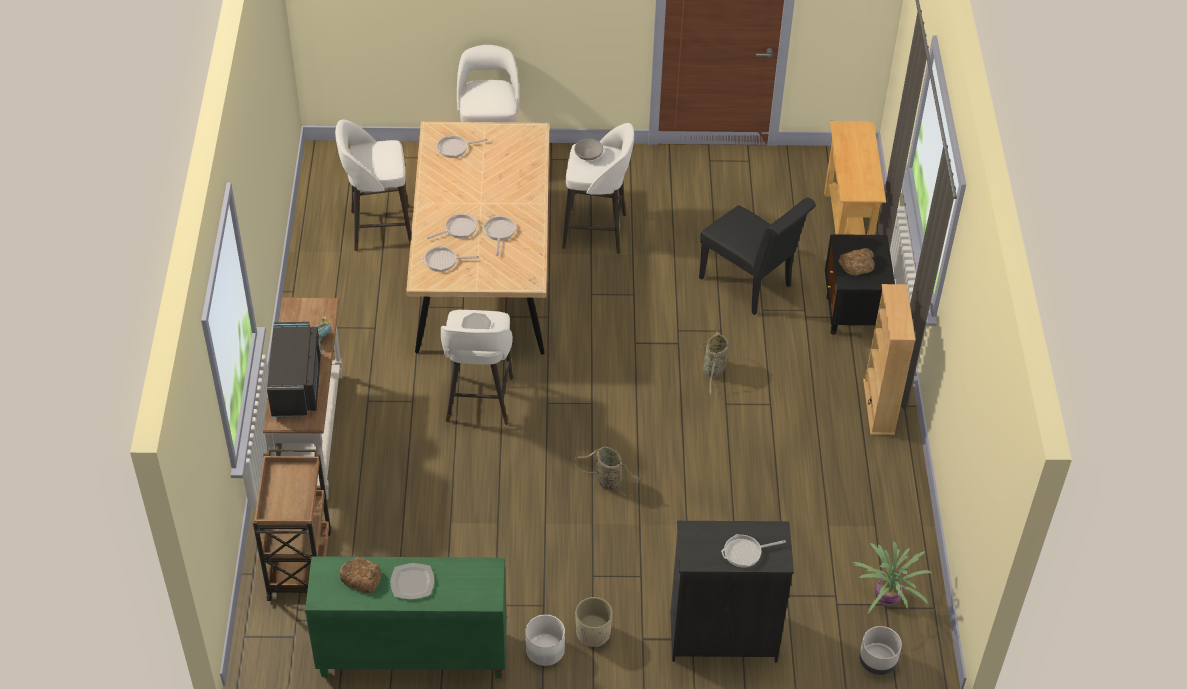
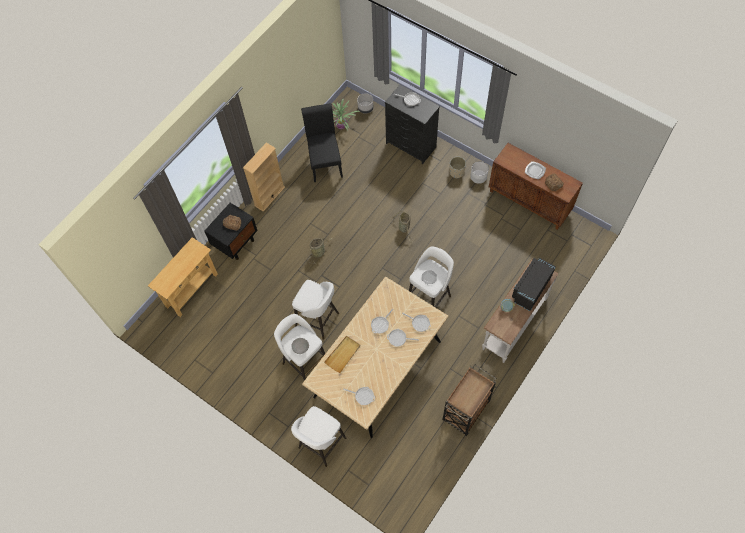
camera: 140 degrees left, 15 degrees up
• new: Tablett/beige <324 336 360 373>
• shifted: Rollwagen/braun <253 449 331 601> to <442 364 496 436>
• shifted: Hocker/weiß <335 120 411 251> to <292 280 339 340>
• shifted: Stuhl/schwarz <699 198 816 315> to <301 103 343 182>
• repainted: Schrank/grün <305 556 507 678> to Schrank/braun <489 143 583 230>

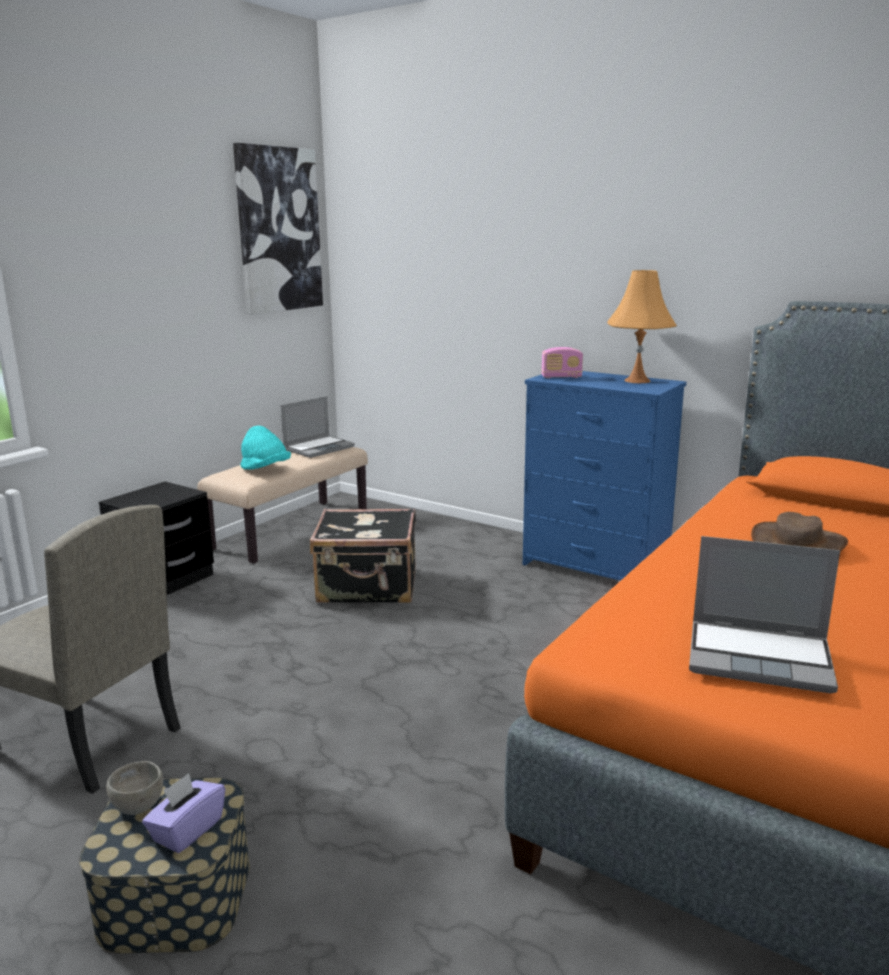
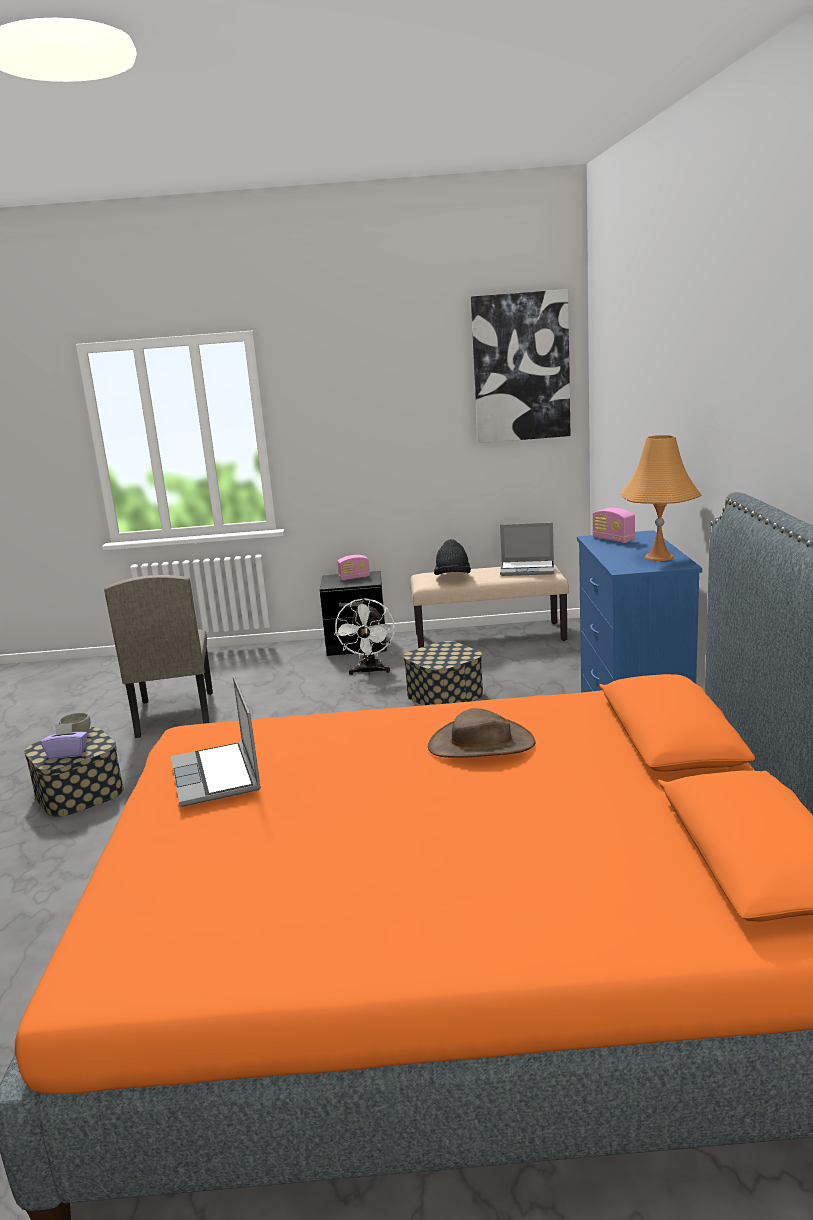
camera: 55 degrees right, 0 degrees up
• new: Ventilator/weiß <335 598 395 675>
• new: Radio <337 555 370 580>
• swapped: Koffer/schwarz <310 508 416 603> to Aufbewahrungsbox <403 641 483 705>
• repainted: Hut/türkis <240 426 291 470> to Hut/schwarz <434 539 471 575>

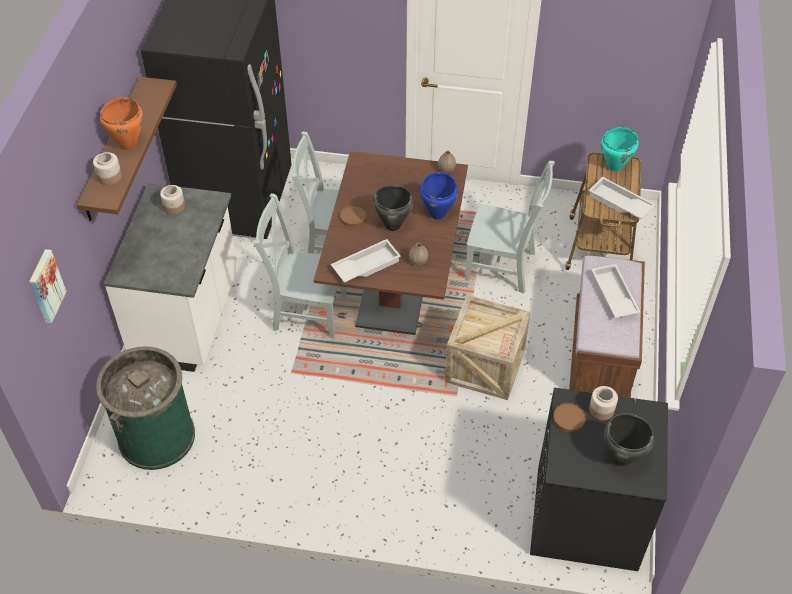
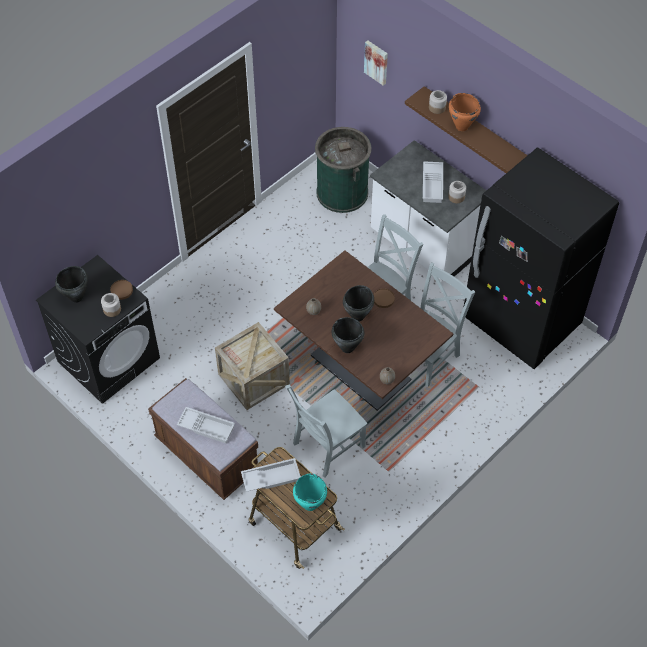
camera: 125 degrees right, 5 degrees up
• shifted: Tablett/weiß <331 239 401 282> to <423 161 443 203>
• repainted: Kochtopf/blau <420 172 458 220> to Kochtopf/schwarz <332 317 365 353>

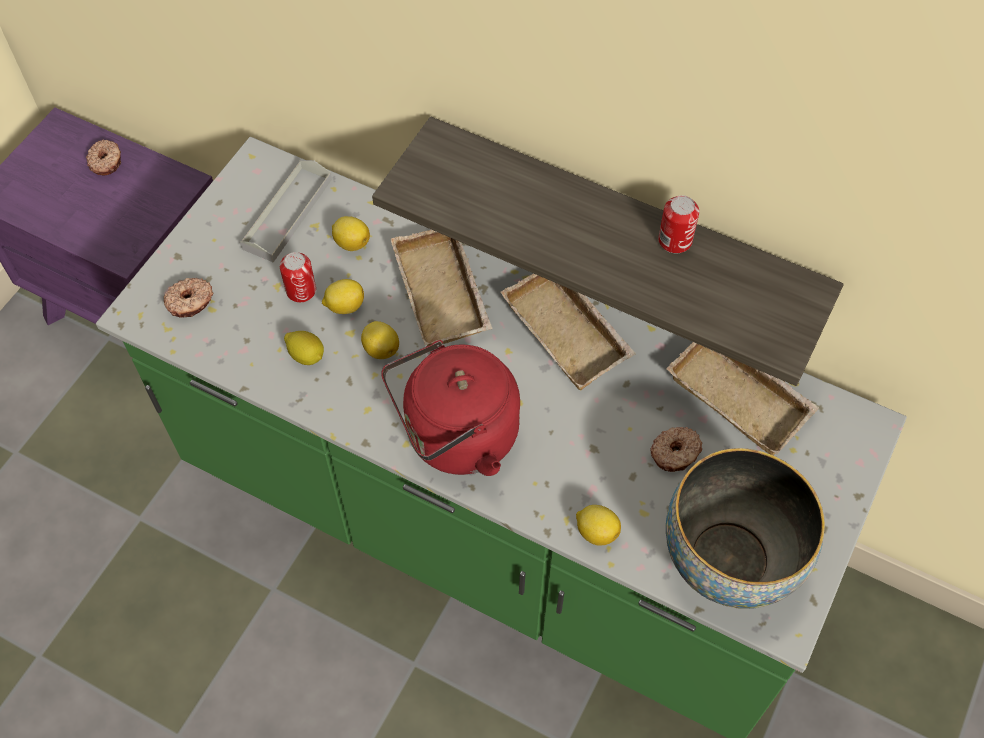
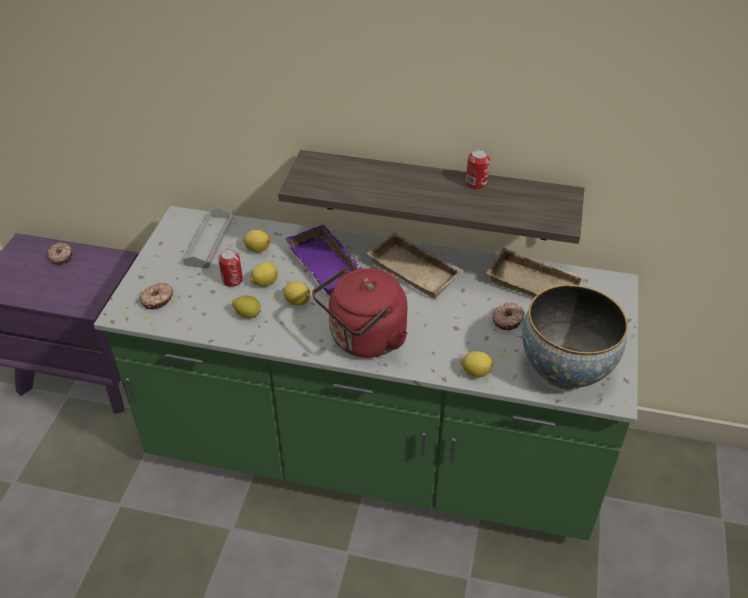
camera: 15 degrees left, 15 degrees down
• repainted: Tablett/beige <391 230 492 346> to Tablett/lila <285 224 363 295>

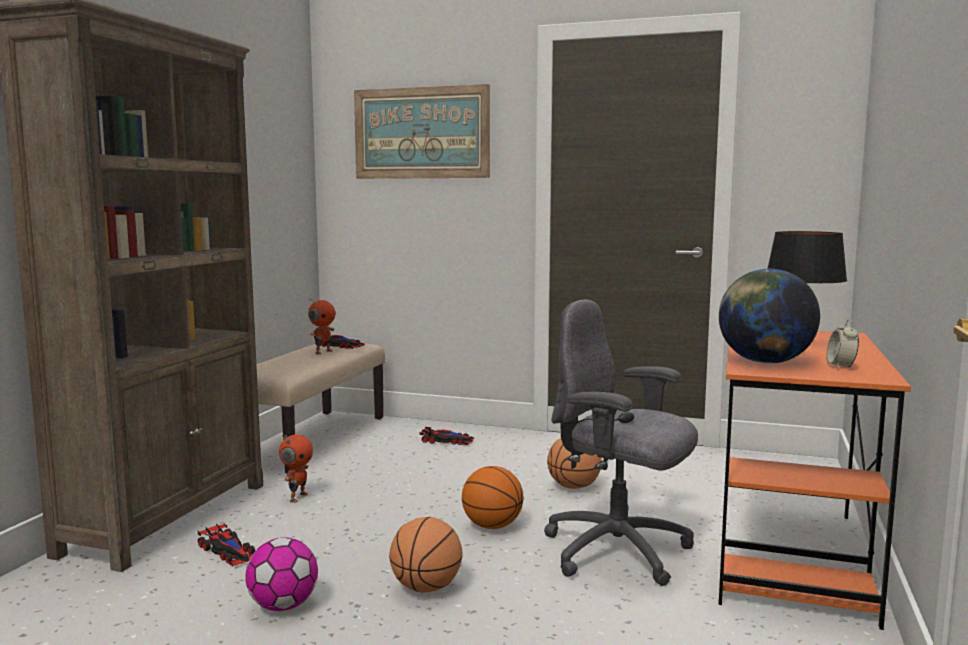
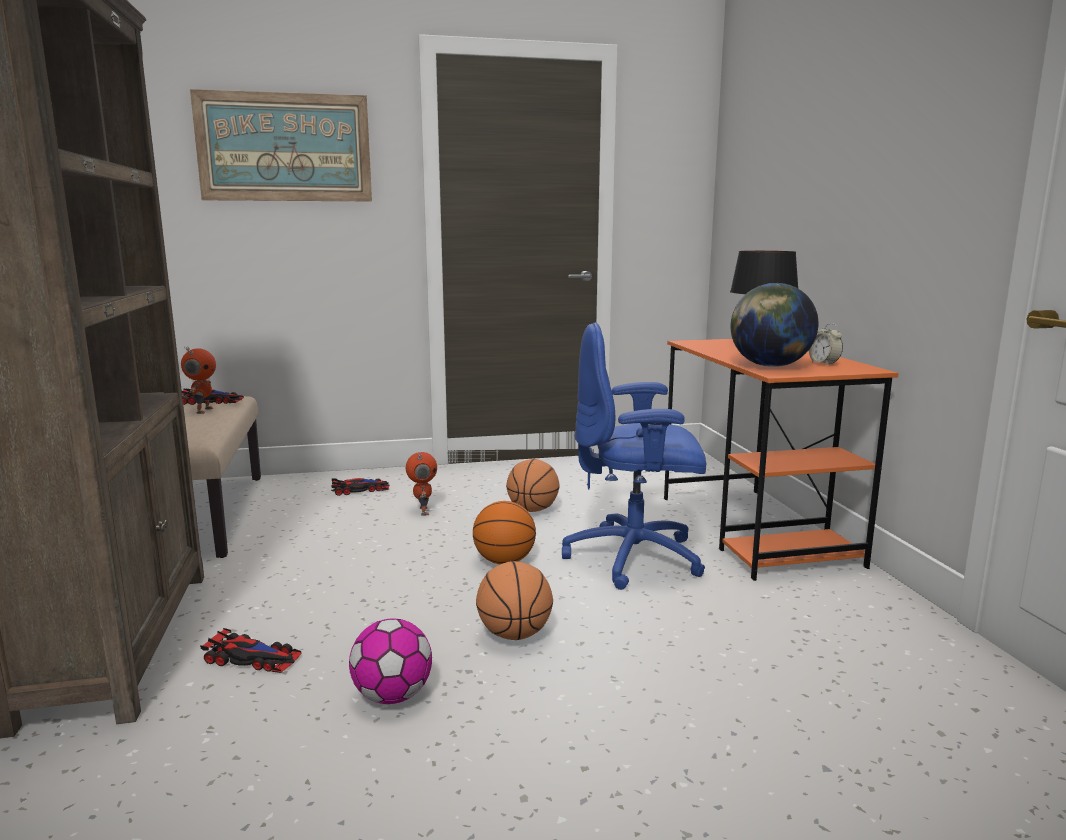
camera: 30 degrees left, 5 degrees up
• shifted: Spielzeugroboter <279 435 313 503> to <406 452 437 516>
• repainted: Bürostuhl/grau <544 300 698 586> to Bürostuhl/blau <562 322 706 590>

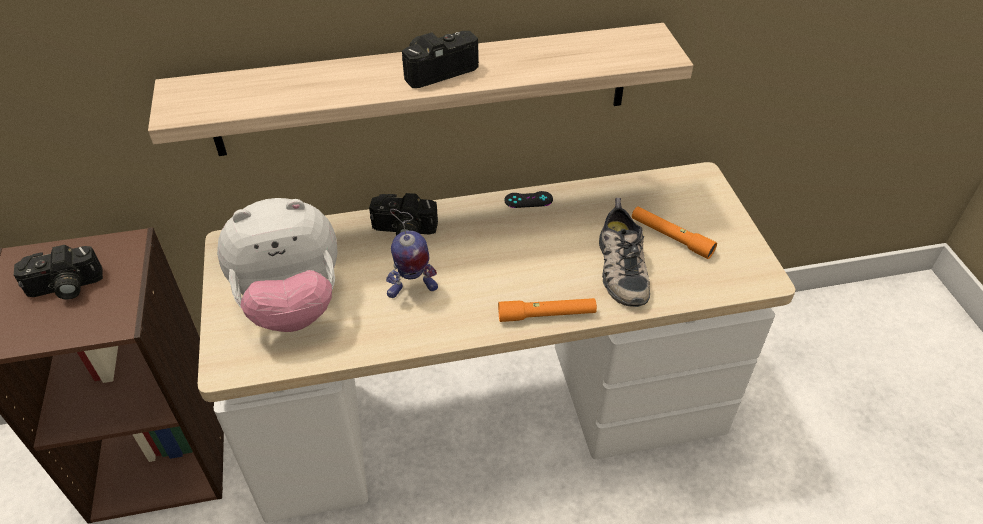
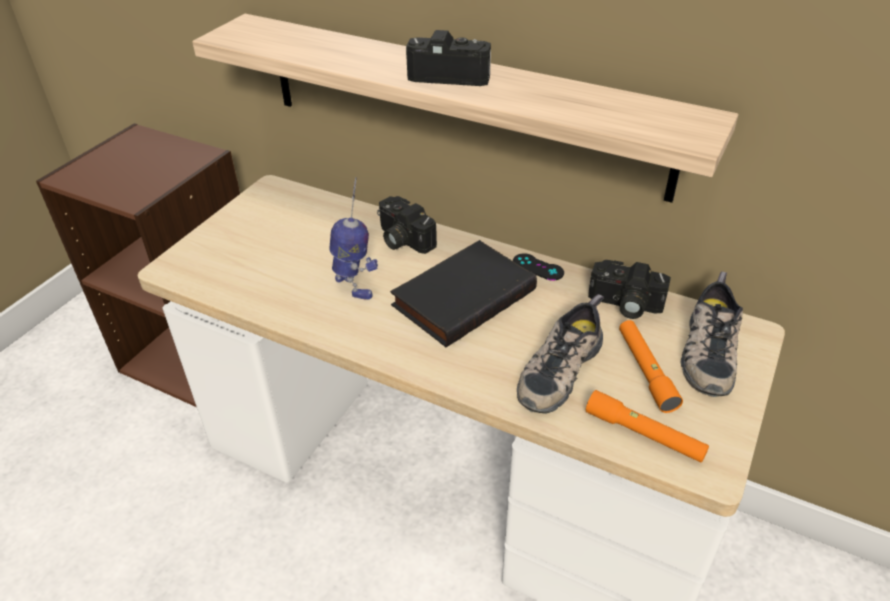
camera: 40 degrees right, 5 degrees down
• gone: Plüschtier <217 198 338 332>
• new: Buch/schwarz <390 240 537 347>
• new: Schuh <681 271 743 397>
• shifted: Kamera <14 245 103 300> to <588 260 671 319>
• shifted: Taschenlampe/orange <498 298 597 322> to <586 390 709 463>
• rotated: Spielzeugroboter <386 209 438 298> = <329 177 378 300> 150 degrees counterclockwise

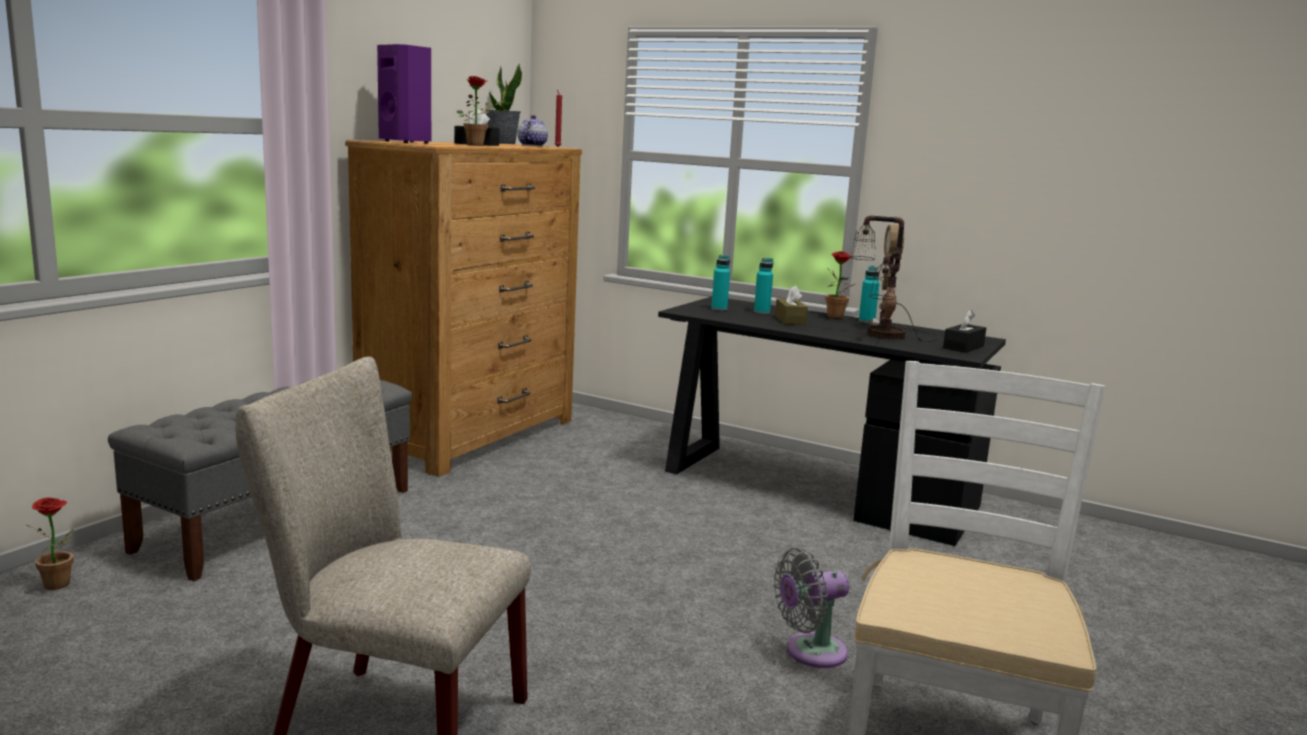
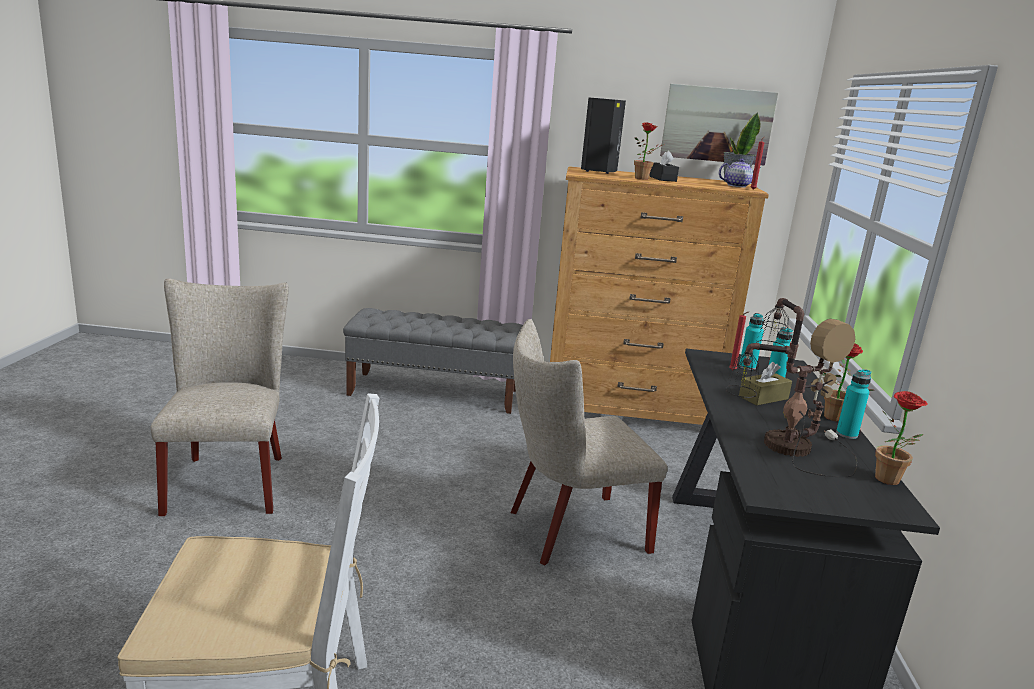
camera: 65 degrees right, 5 degrees up
• gone: Ventilator/grau <774 548 849 668>
• gone: Taschentuchbox/schwarz <943 310 986 353>
• new: Stuhl/beige <511 319 668 566>
• new: Bild <660 84 778 166>
• new: Kerze/rot <729 311 749 371>
• shifted: Topfpflanze <27 498 74 590> to <875 391 928 485>
• repainted: Lautsprecher/lila <377 44 431 144> to Lautsprecher/schwarz <581 98 626 174>

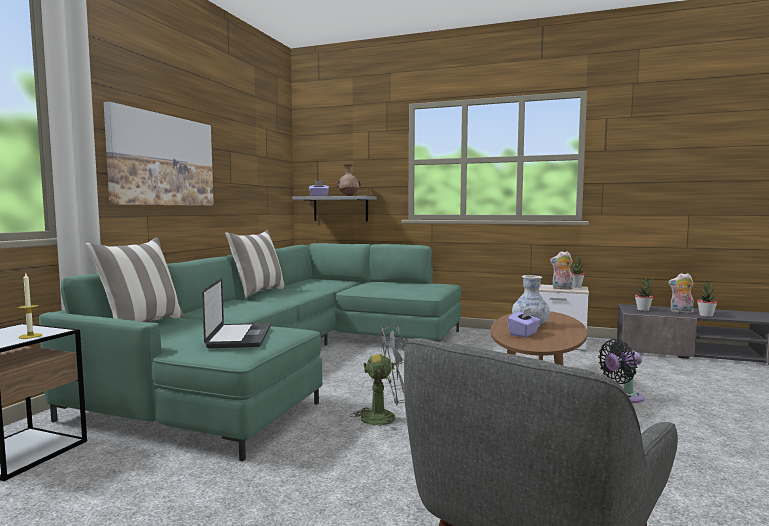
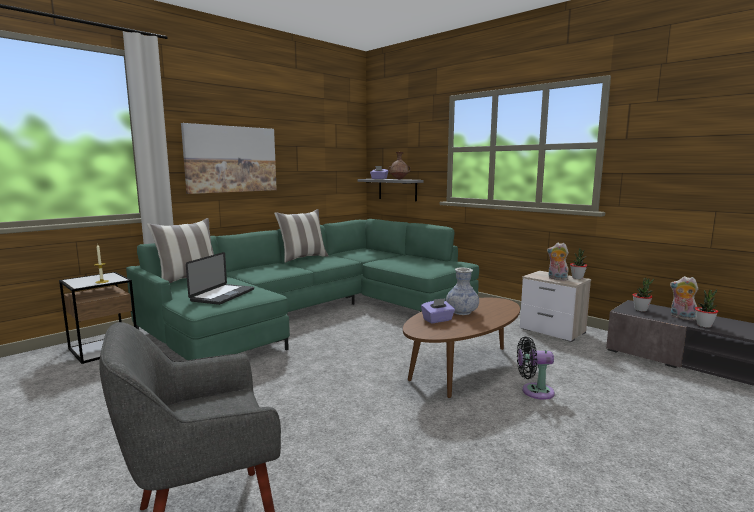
camera: 25 degrees right, 5 degrees up
• gone: Ventilator/grau <350 325 406 431>

